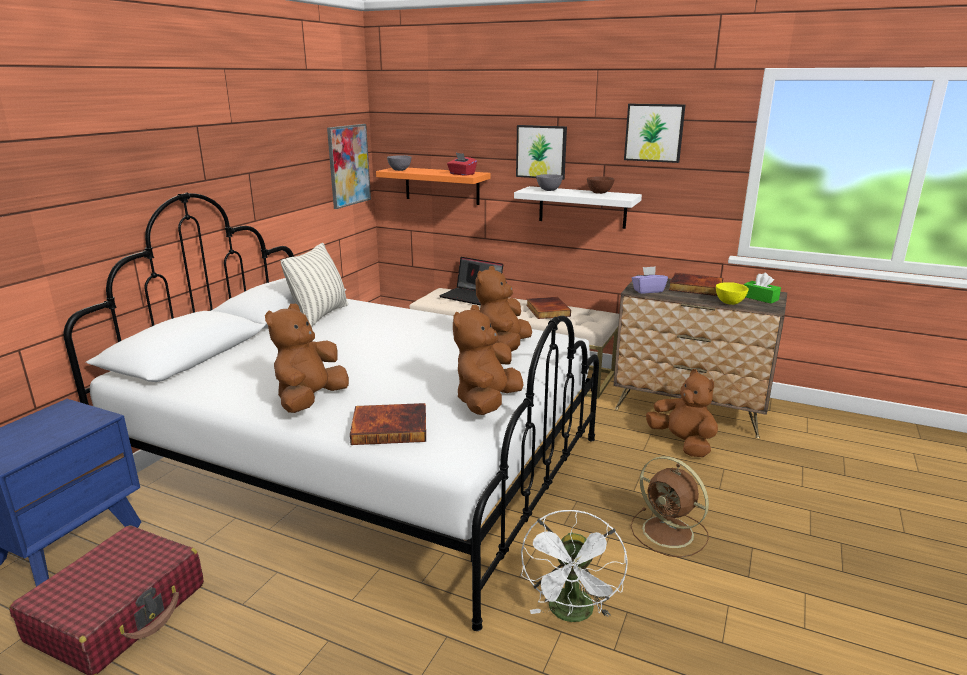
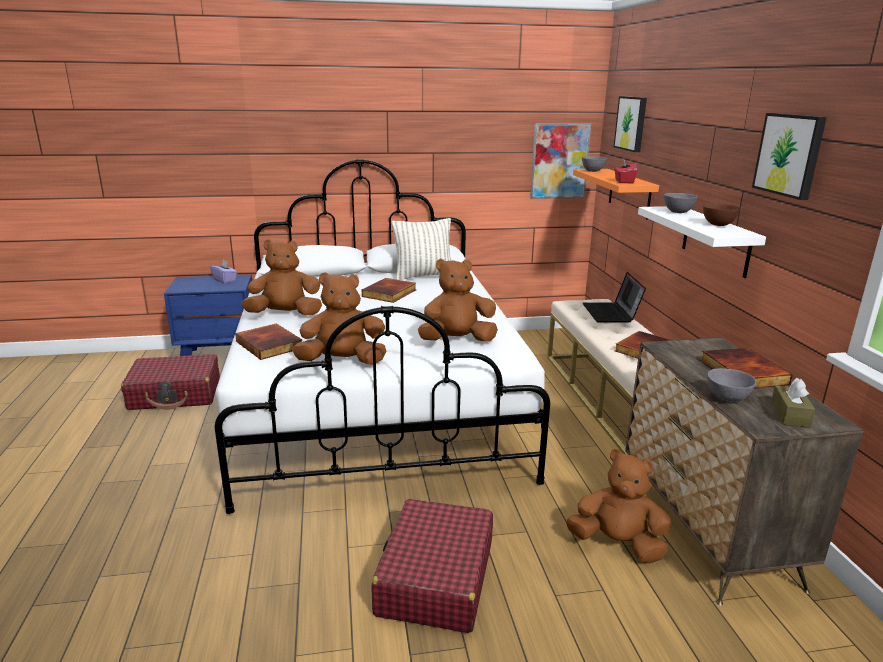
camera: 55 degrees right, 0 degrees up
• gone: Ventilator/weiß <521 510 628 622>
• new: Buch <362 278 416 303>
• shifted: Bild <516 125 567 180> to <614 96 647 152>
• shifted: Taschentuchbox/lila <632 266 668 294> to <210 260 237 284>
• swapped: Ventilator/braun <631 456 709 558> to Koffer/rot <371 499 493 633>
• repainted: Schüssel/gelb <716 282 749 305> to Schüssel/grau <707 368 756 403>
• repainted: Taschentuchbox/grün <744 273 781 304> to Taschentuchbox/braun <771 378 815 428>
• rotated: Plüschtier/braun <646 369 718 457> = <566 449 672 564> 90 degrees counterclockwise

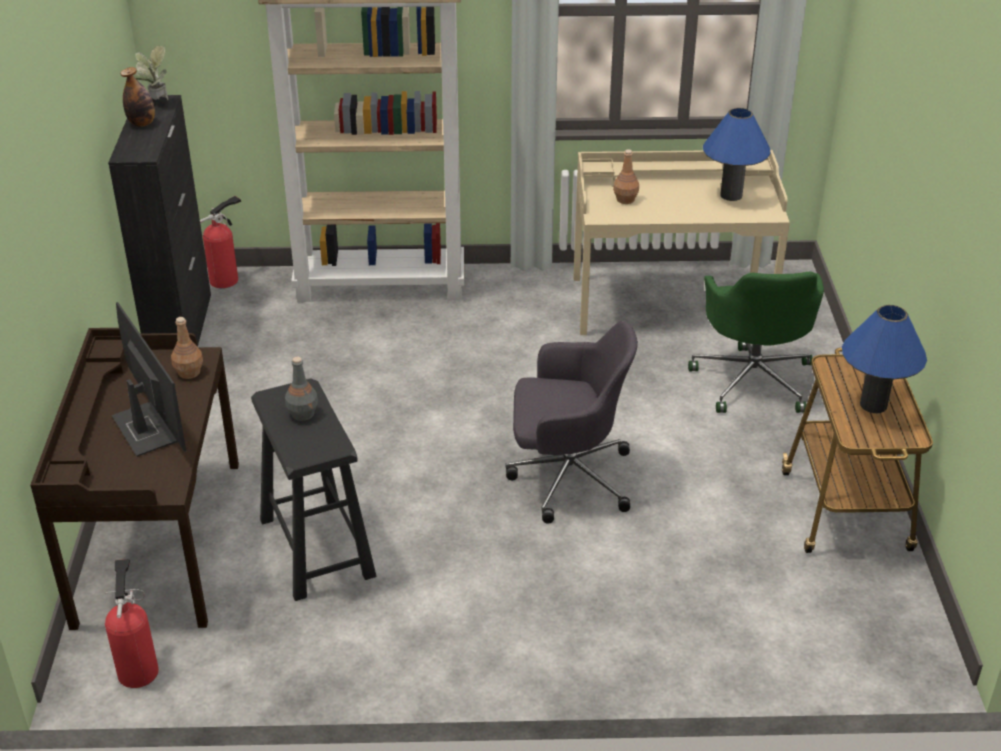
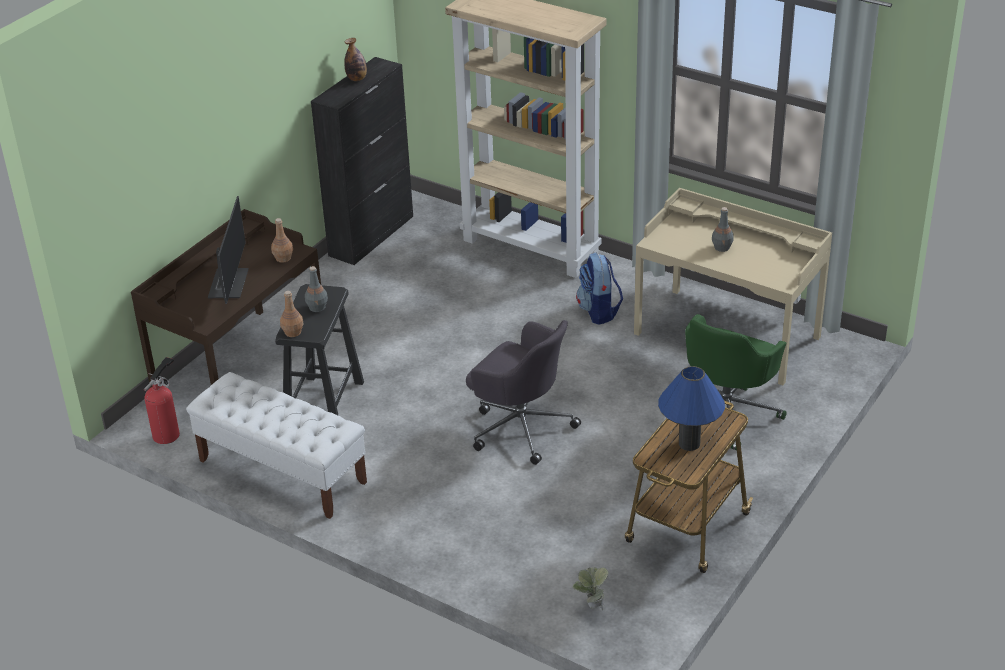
camera: 35 degrees right, 0 degrees up
• gone: Feuerlöscher <200 196 241 288>
• gone: Tischlampe/blau <703 108 770 201>
• new: Bank/weiß <186 372 367 519>
• new: Rucksack <576 253 623 325>
• new: Flasche/grau <712 207 734 252>
• shifted: Topfpflanze <133 46 169 100> to <573 567 609 610>
• shifted: Flasche/braun <613 149 639 204> to <280 291 303 337>

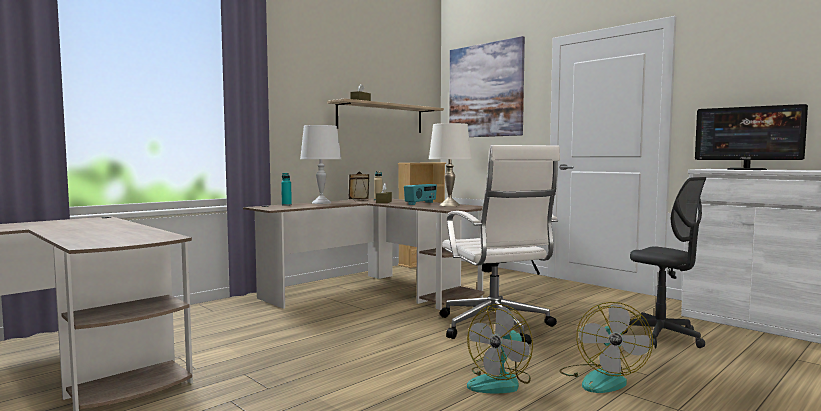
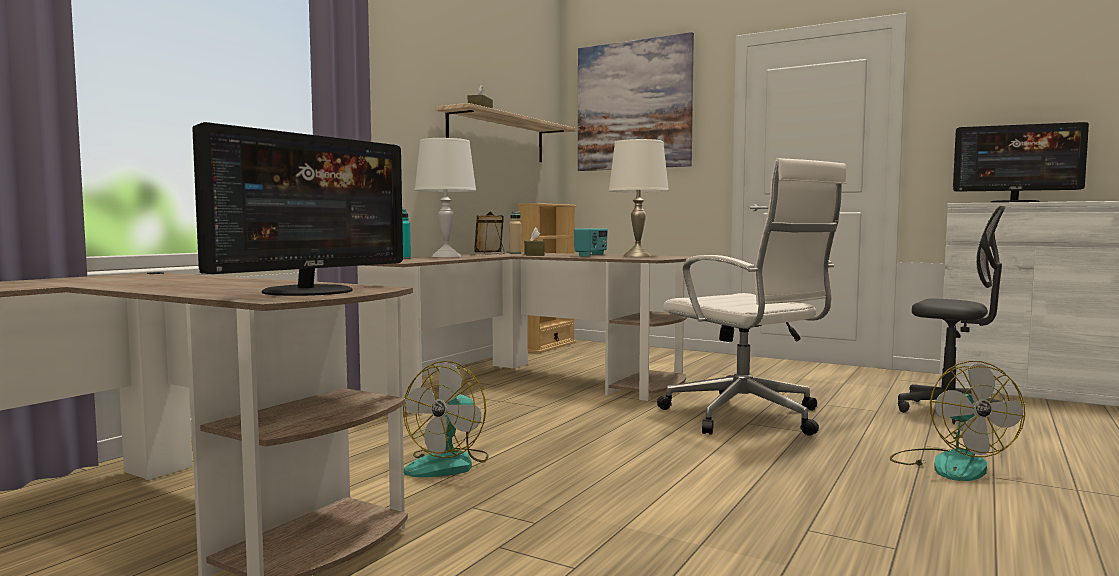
camera: 15 degrees left, 0 degrees up
• new: Monitor <192 122 403 296>
• shifted: Ventilator <467 304 533 393> to <403 361 489 477>

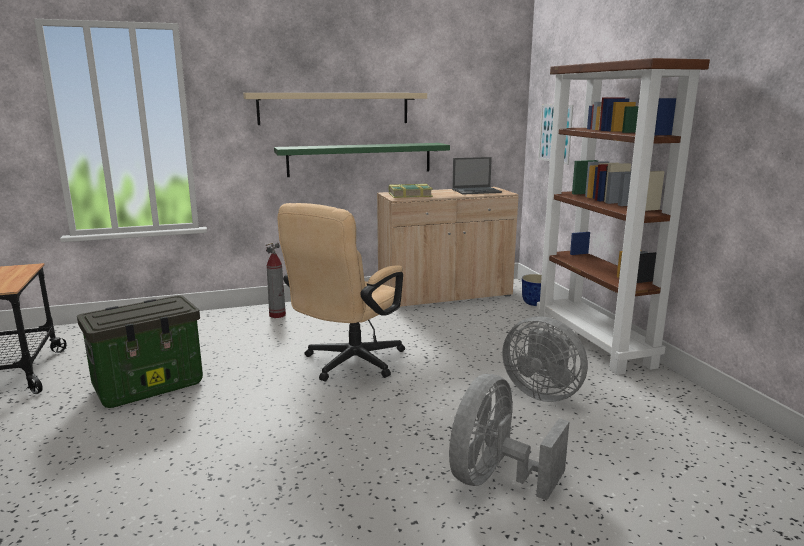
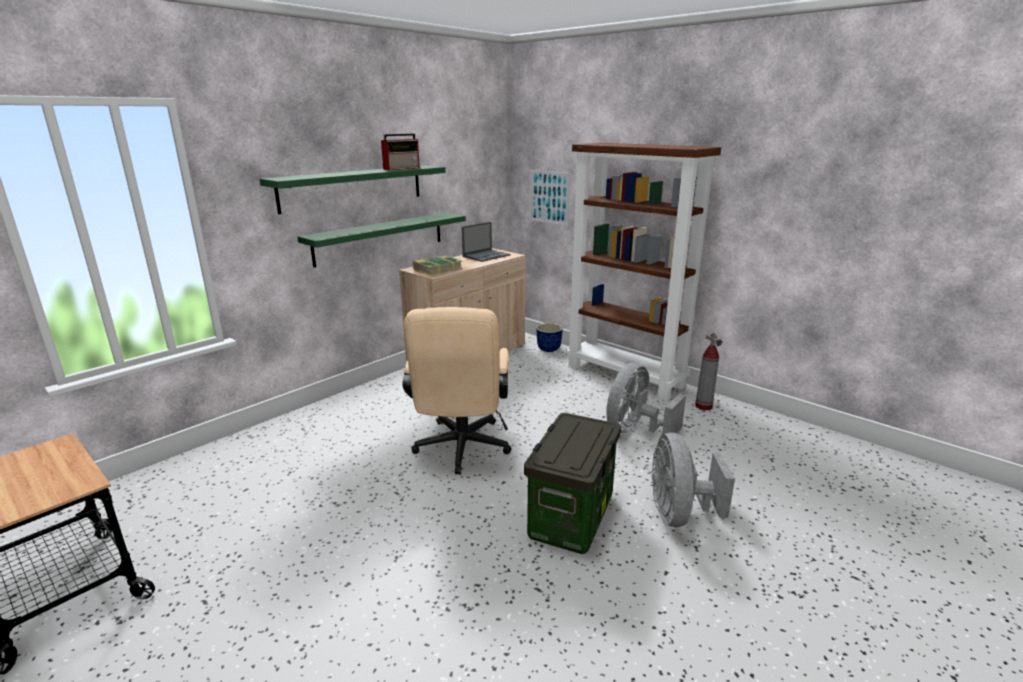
camera: 30 degrees left, 5 degrees up
• new: Radio <381 134 420 170>
• shifted: Aufbewahrungsbox <77 295 203 408> to <524 413 621 554>
• shifted: Feuerlöscher <266 243 286 318> to <695 333 723 410>
• repainted: Wandregal/beige <243 93 427 125> to Wandregal/grün <260 165 446 214>
• rotated: Ventilator/grau <502 316 588 402> = <606 363 686 434> 120 degrees clockwise

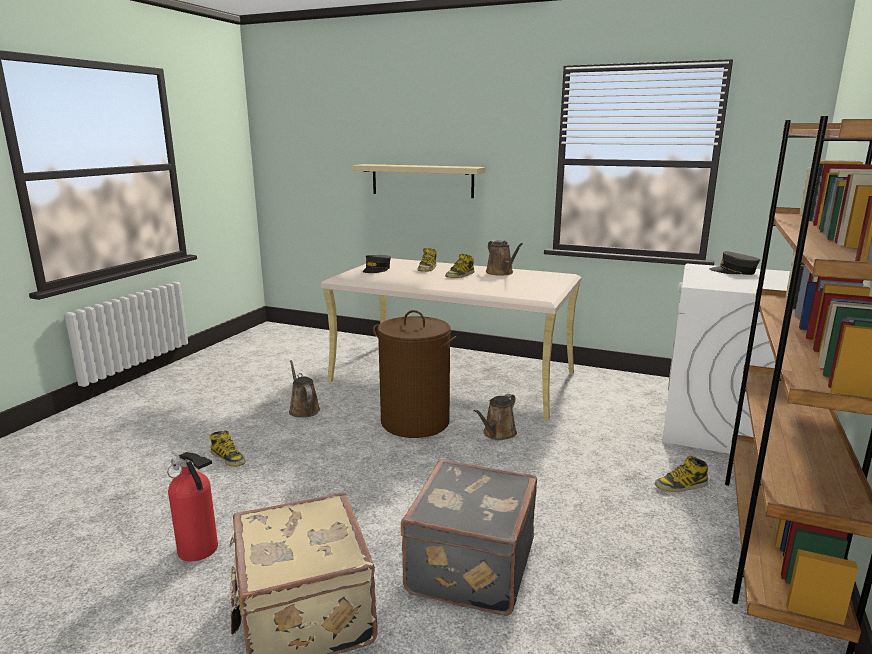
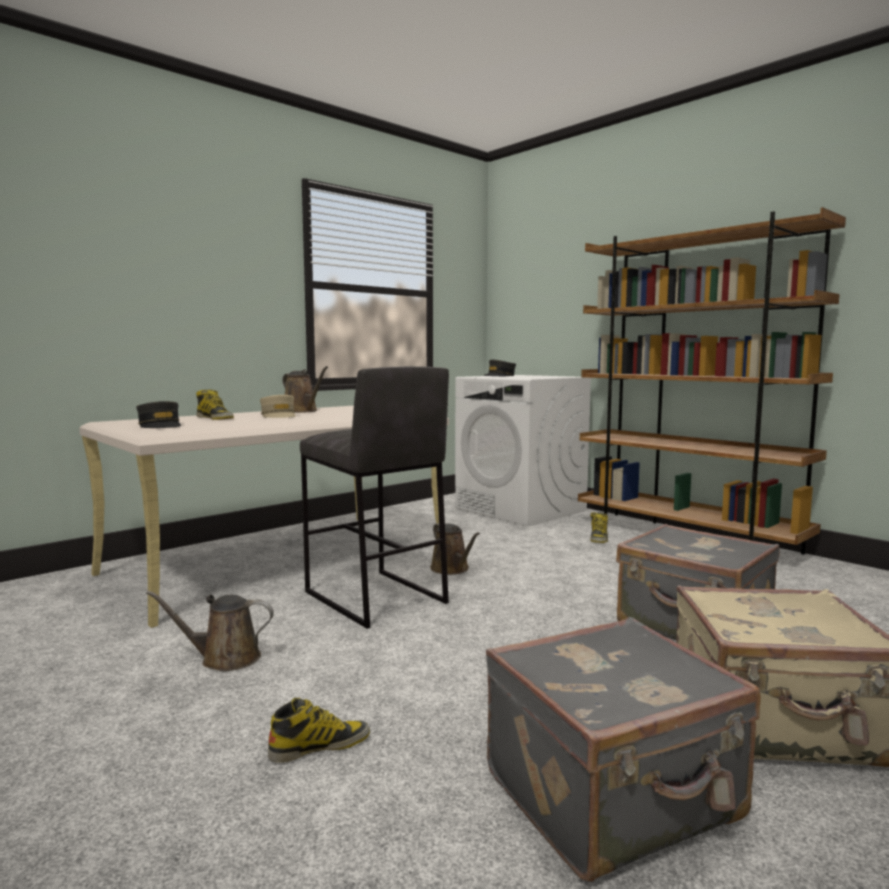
camera: 65 degrees left, 10 degrees down
• gone: Wandregal/beige <352 164 485 198>
• swapped: Feuerlöscher <167 450 218 561> to Koffer/grau <486 617 761 882>
• swapped: Wäschekorb/braun <373 310 456 438> to Hocker/grau <300 366 449 629>
• swapped: Stiefel <445 254 474 278> to Kappe/beige <260 395 296 418>
• rotated: Gießkanne/braun <486 240 523 276> = <282 366 328 413> 45 degrees clockwise

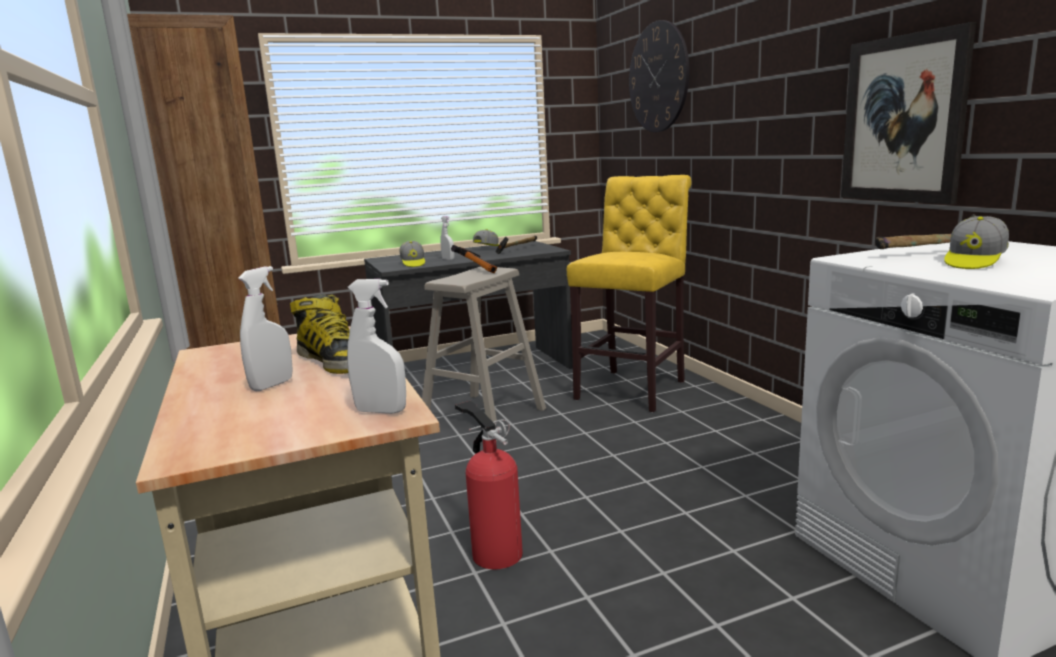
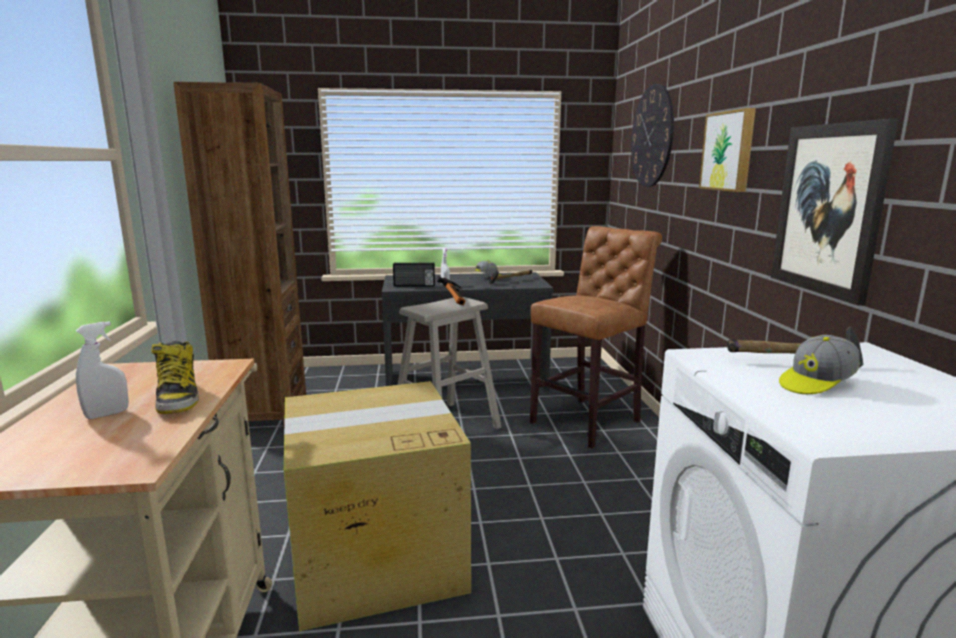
camera: 15 degrees right, 0 degrees up
• gone: Sprühflasche/weiß <347 279 406 414>
• new: Bild <699 108 756 192>
• swapped: Kappe <400 241 425 267> to Radio <393 262 435 287>
• swapped: Feuerlöscher <455 401 523 569> to Karton <284 381 471 631>
• repainted: Hocker/gelb <567 175 691 412> to Hocker/braun <530 226 662 449>

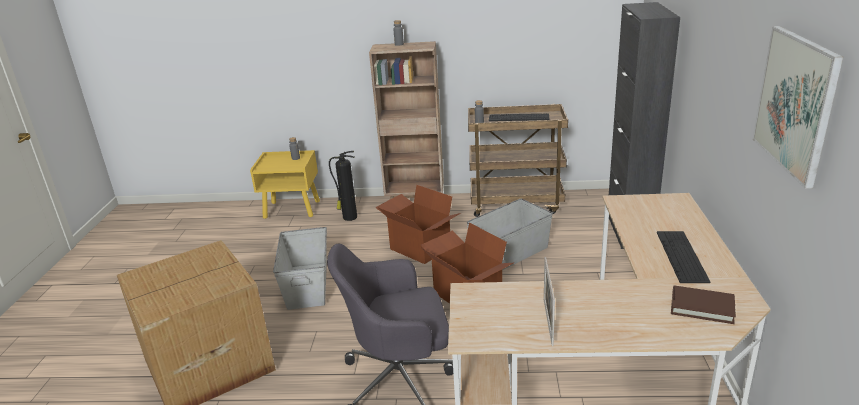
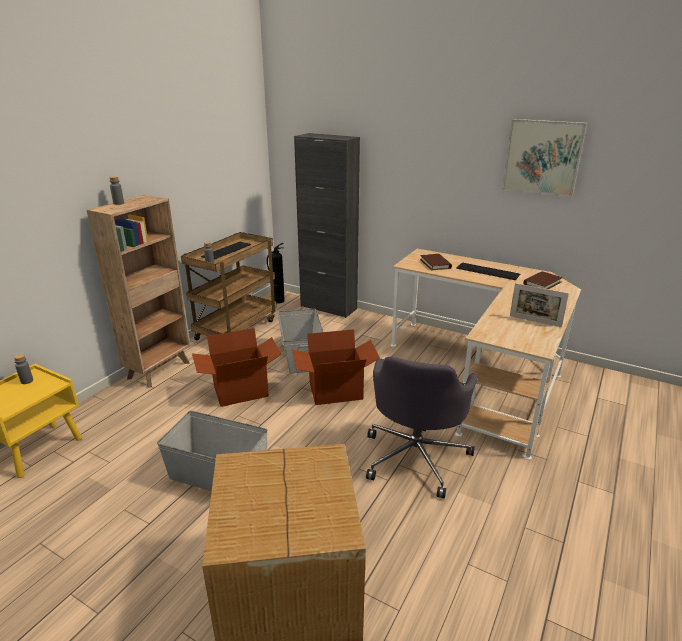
camera: 65 degrees left, 0 degrees up
• new: Buch/braun <420 254 452 270>
• shifted: Feuerlöscher <329 151 357 221> to <267 243 285 304>

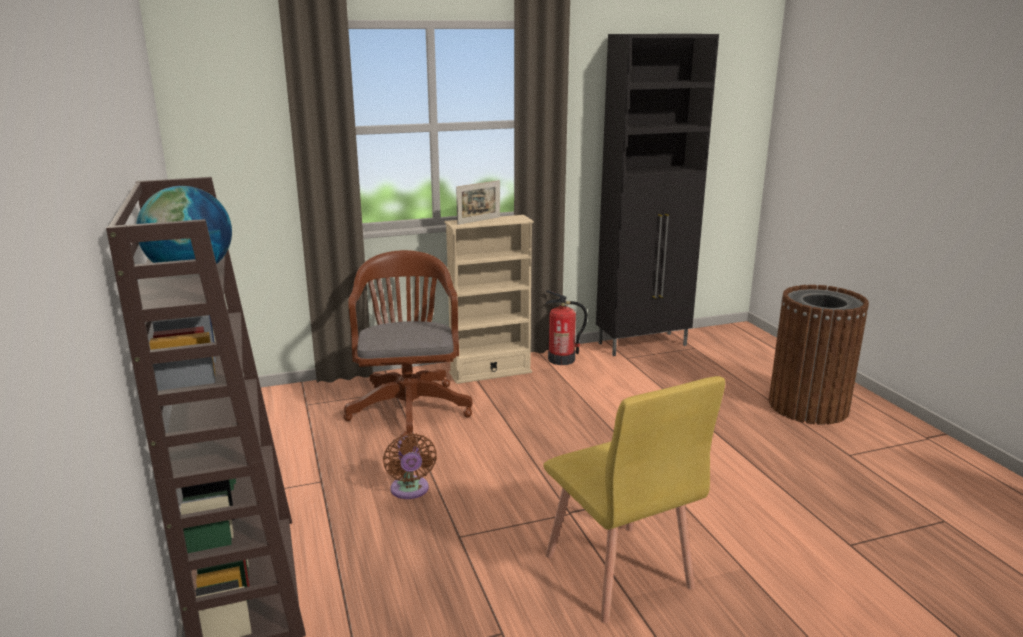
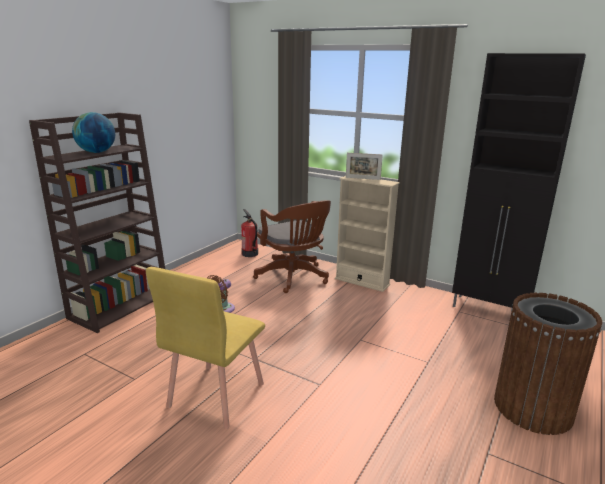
camera: 50 degrees right, 0 degrees up
• shifted: Feuerlöscher <546 290 588 365> to <241 209 258 257>
• rotated: Bürostuhl/braun <343 250 473 436> = <253 200 331 293> 105 degrees clockwise

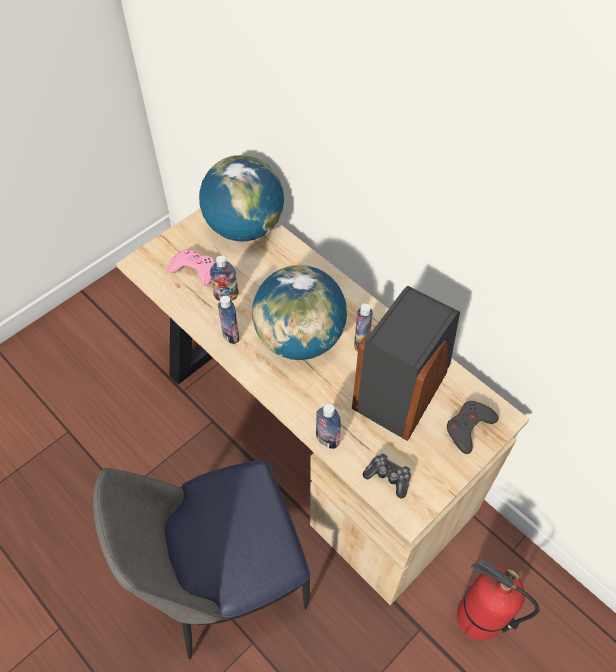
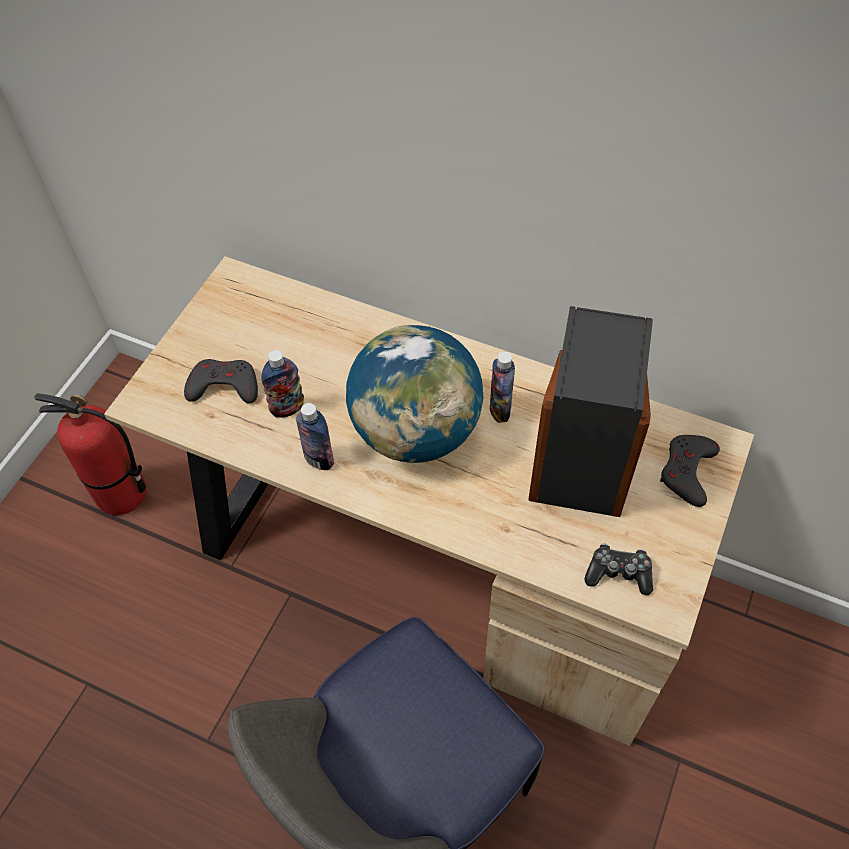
camera: 20 degrees left, 0 degrees up
• gone: Globus <199 155 284 242>
• gone: Flasche <316 404 341 449>
• shifted: Feuerlöscher <457 559 540 641> to <34 393 147 515>
• repainted: Gamepad/rosa <167 249 215 286> to Gamepad/grau <184 359 258 403>

